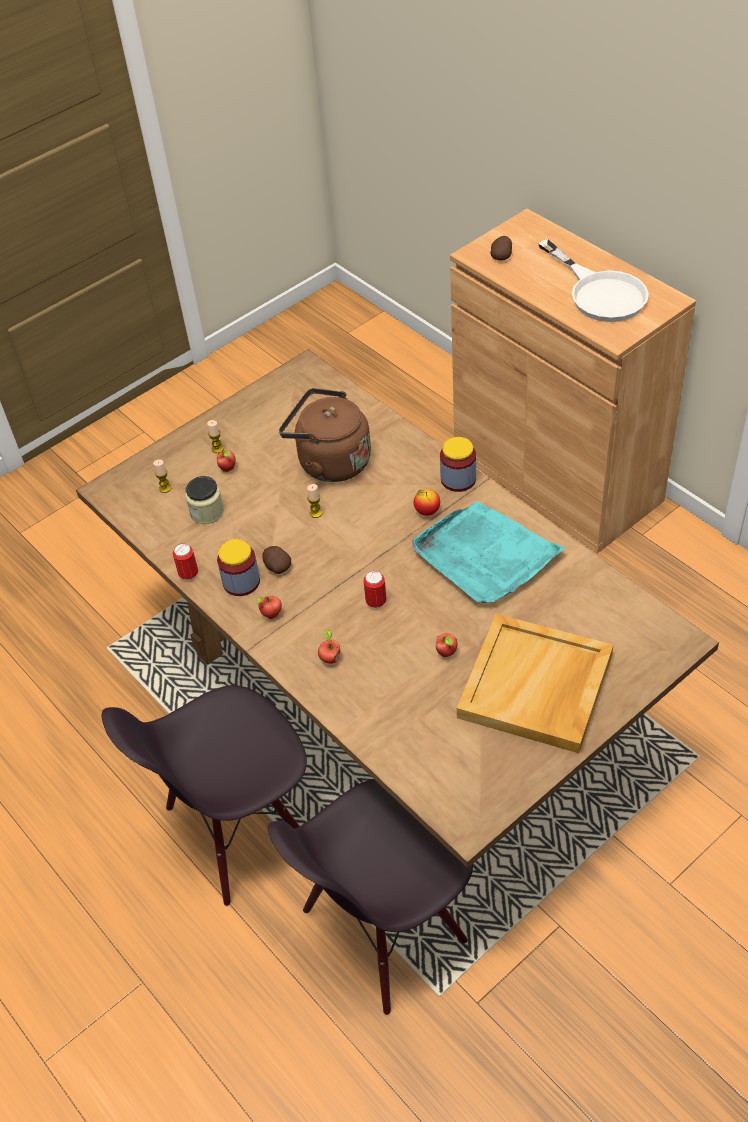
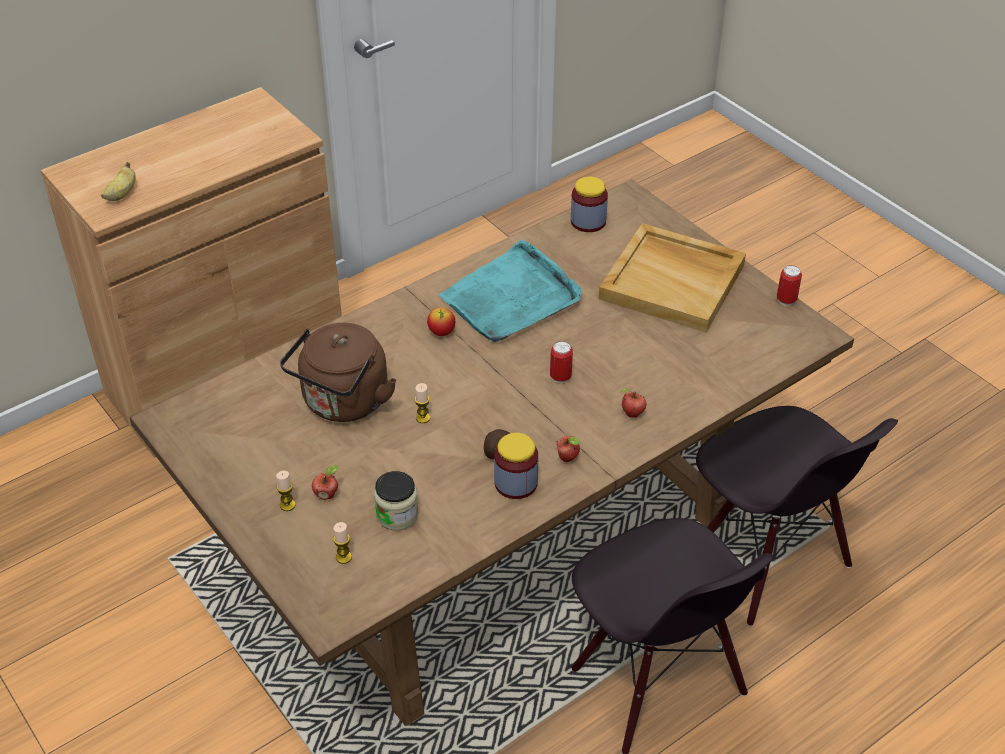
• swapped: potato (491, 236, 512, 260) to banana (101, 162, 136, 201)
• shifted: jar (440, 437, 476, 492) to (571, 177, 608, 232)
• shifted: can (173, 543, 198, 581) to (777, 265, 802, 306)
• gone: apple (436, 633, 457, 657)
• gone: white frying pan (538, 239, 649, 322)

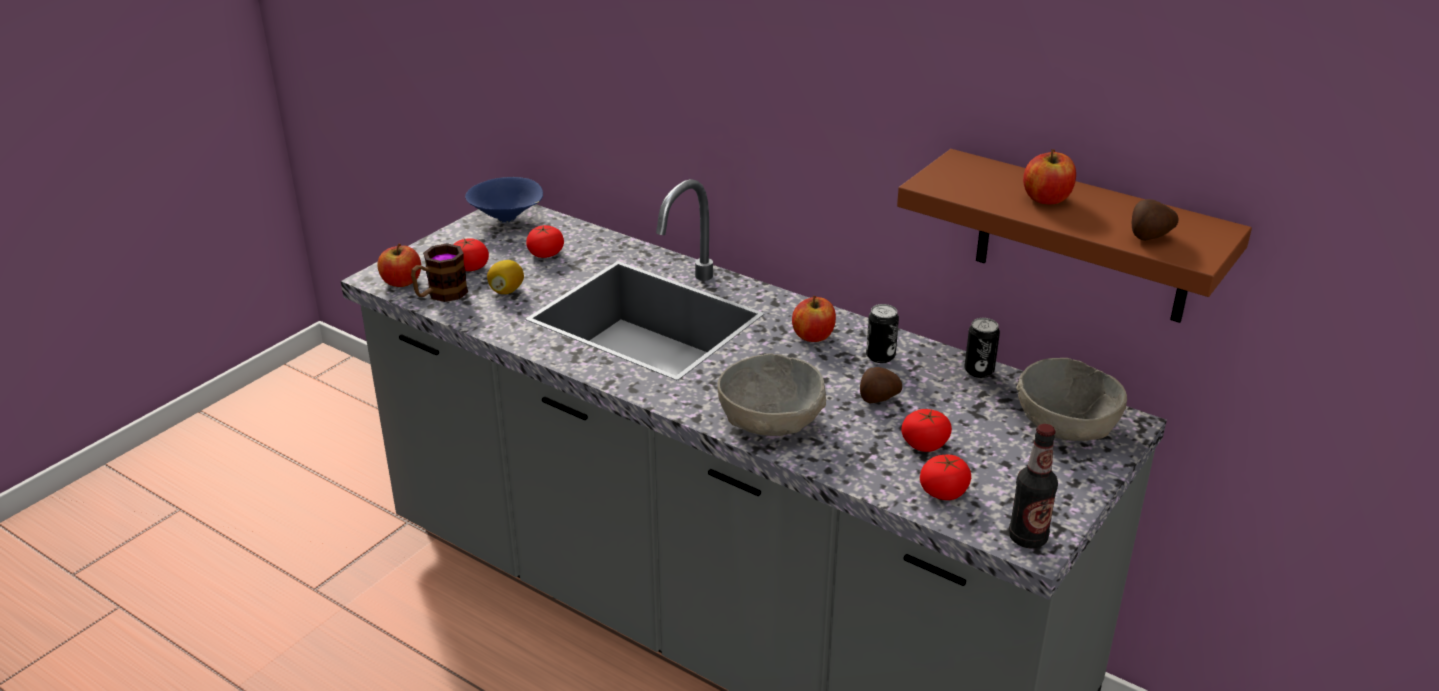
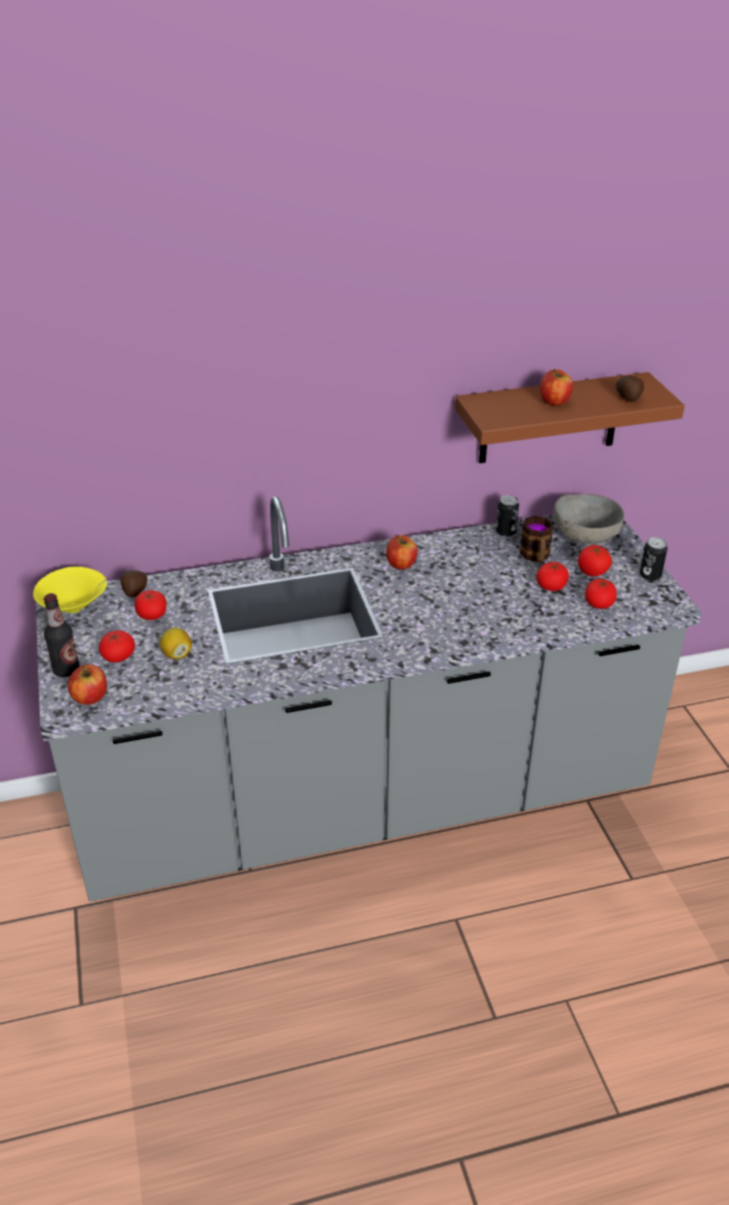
• repainted: blue bowl (465, 177, 543, 223) to yellow bowl (33, 567, 107, 613)
• shifted: bottle (1009, 424, 1058, 548) to (44, 593, 80, 677)
• shifted: potato (860, 367, 902, 403) to (120, 570, 147, 598)
• shifted: mug (411, 243, 468, 302) to (519, 516, 554, 563)
• new: tomato (578, 545, 612, 576)
• shifted: can (866, 304, 899, 363) to (640, 537, 667, 581)
• gone: grey bowl (717, 353, 826, 436)

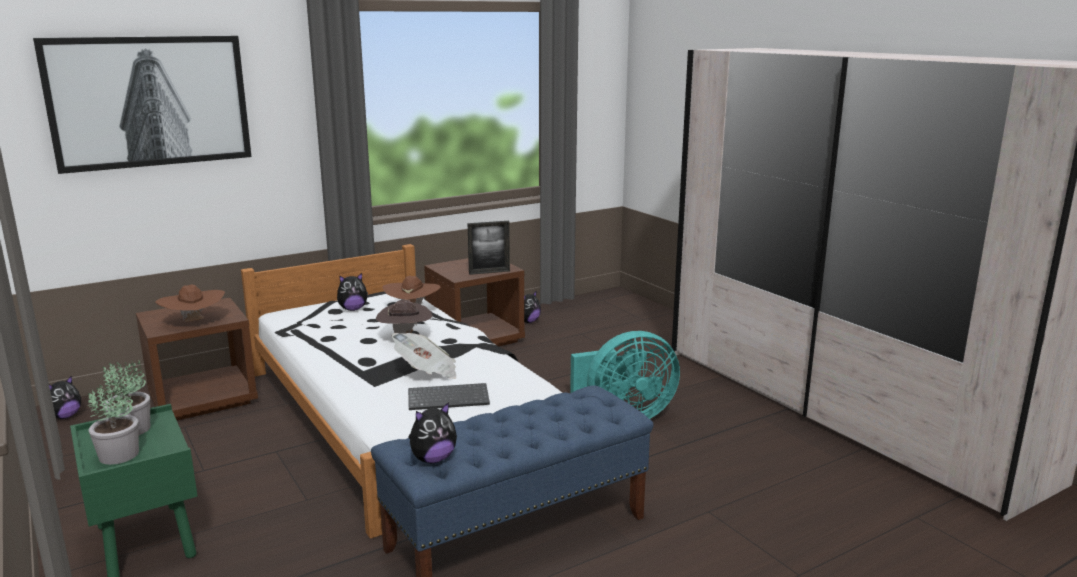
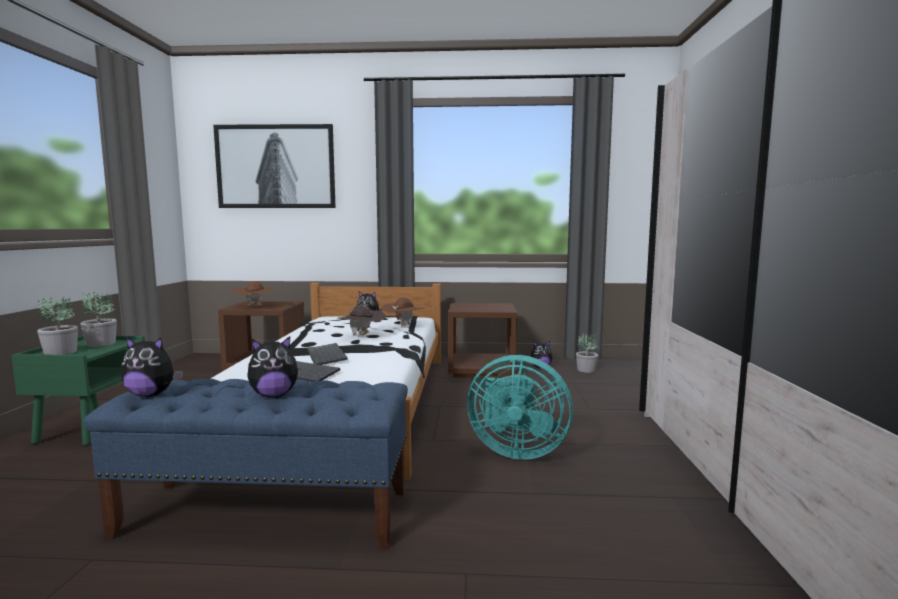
• shifted: plush toy (49, 375, 81, 419) to (247, 336, 301, 397)
• swapped: newspaper (392, 333, 456, 379) to keyboard (307, 343, 348, 365)
• new: potted plant (576, 333, 598, 373)
• gone: picture frame (468, 221, 510, 275)

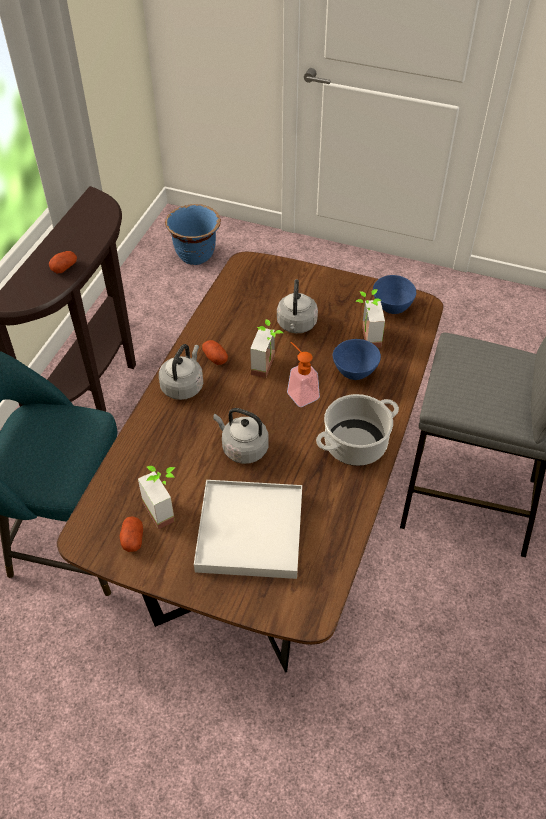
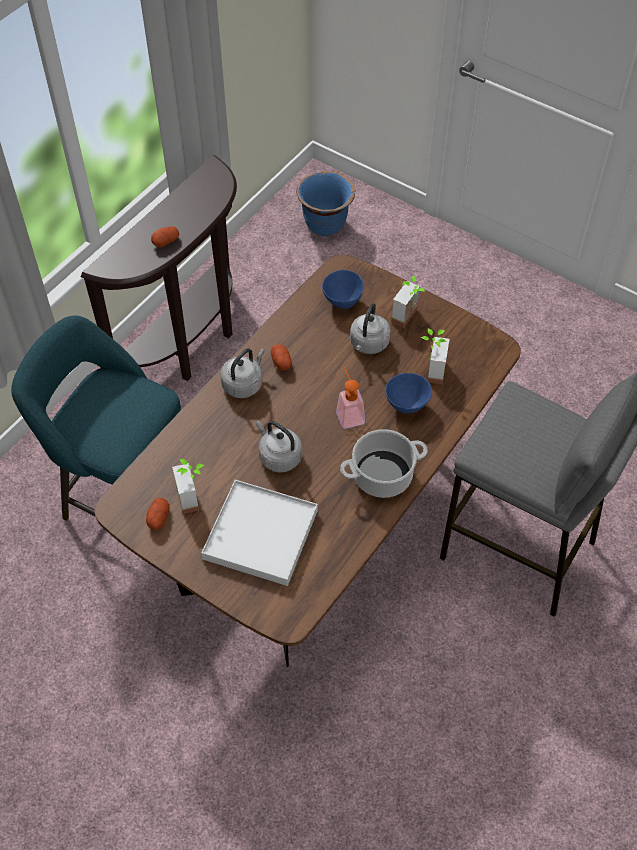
• shifted: blue bowl (373, 275, 416, 314) to (322, 270, 364, 309)
• shifted: potted plant (250, 319, 283, 378) to (391, 276, 425, 328)

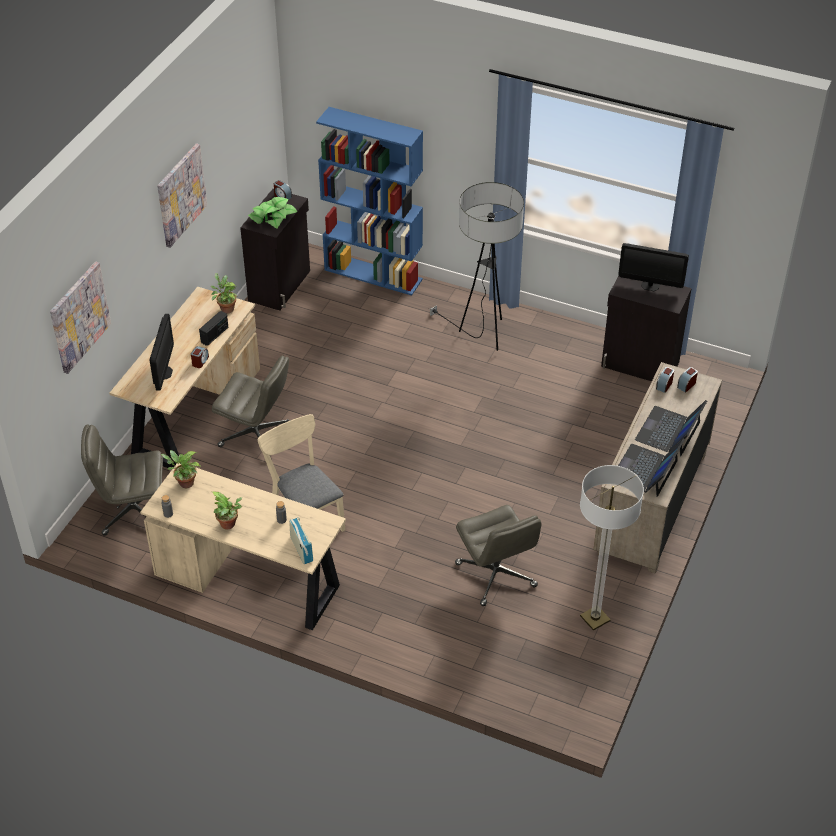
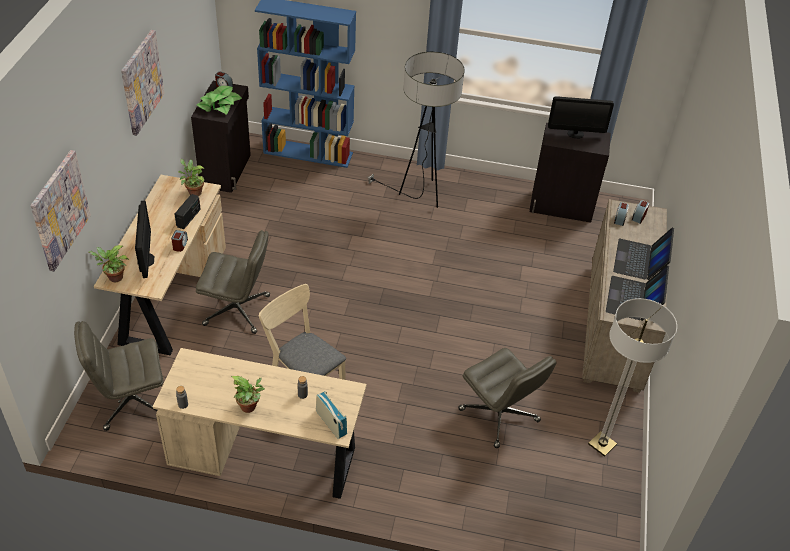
• shifted: potted plant (161, 450, 201, 488) to (89, 245, 129, 282)

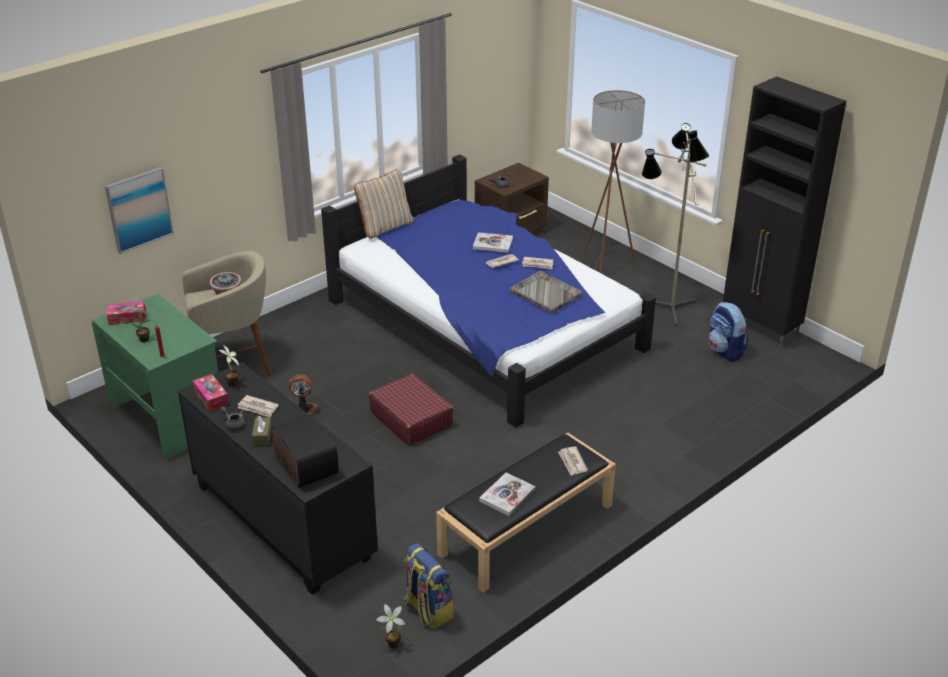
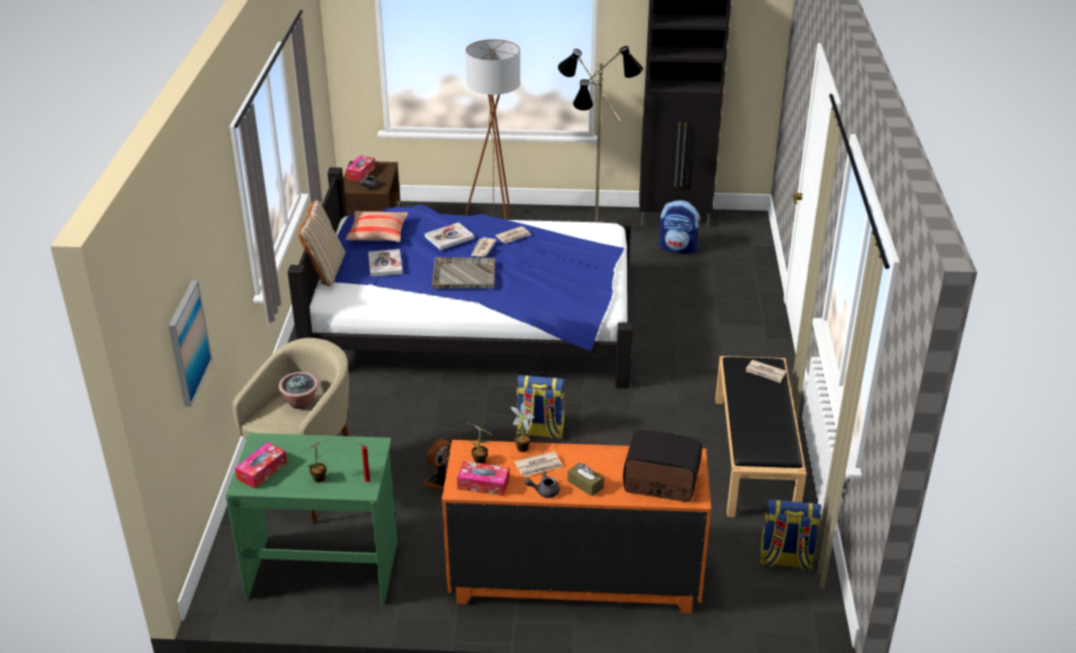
• new: tissue box (346, 155, 376, 181)
• new: pillow (346, 211, 408, 242)
• shifted: book (479, 473, 536, 516) to (368, 249, 403, 277)
• shifted: grey tray (509, 271, 583, 313) to (432, 257, 495, 289)
• repainted: black dresser (178, 362, 378, 595) to orange dresser (442, 440, 711, 613)
• shifted: potted plant (376, 604, 405, 648) to (511, 402, 535, 452)
• swapped: red suitcase (369, 374, 453, 445) to backpack (516, 375, 565, 439)

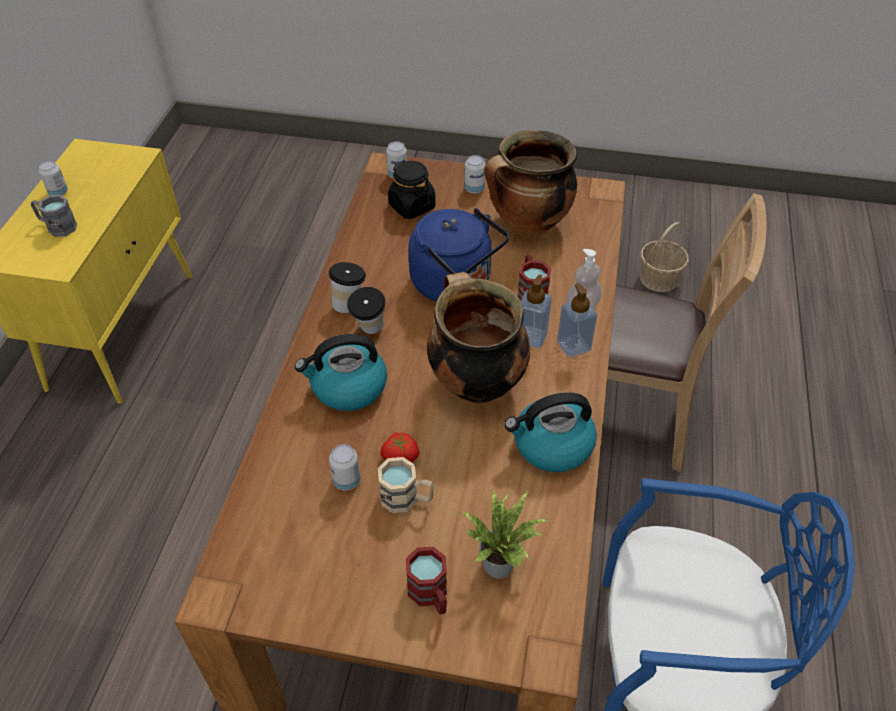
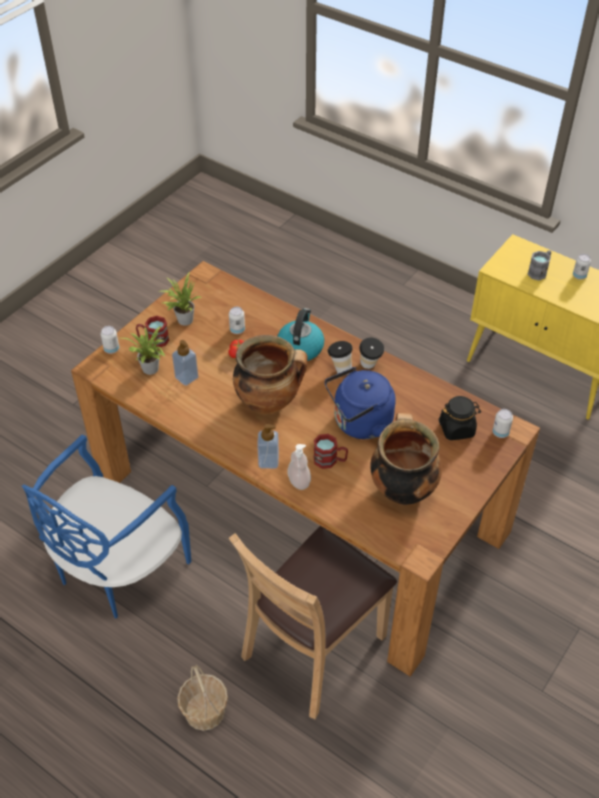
• shifted: can (464, 155, 486, 194) to (101, 326, 119, 354)
• new: potted plant (160, 273, 201, 326)
• shifted: soap dispenser (521, 274, 552, 348) to (172, 340, 198, 386)
• shifted: basket (640, 222, 689, 292) to (177, 665, 228, 731)
• gone: beige mug (378, 457, 434, 513)
• gone: kettle (504, 392, 597, 472)

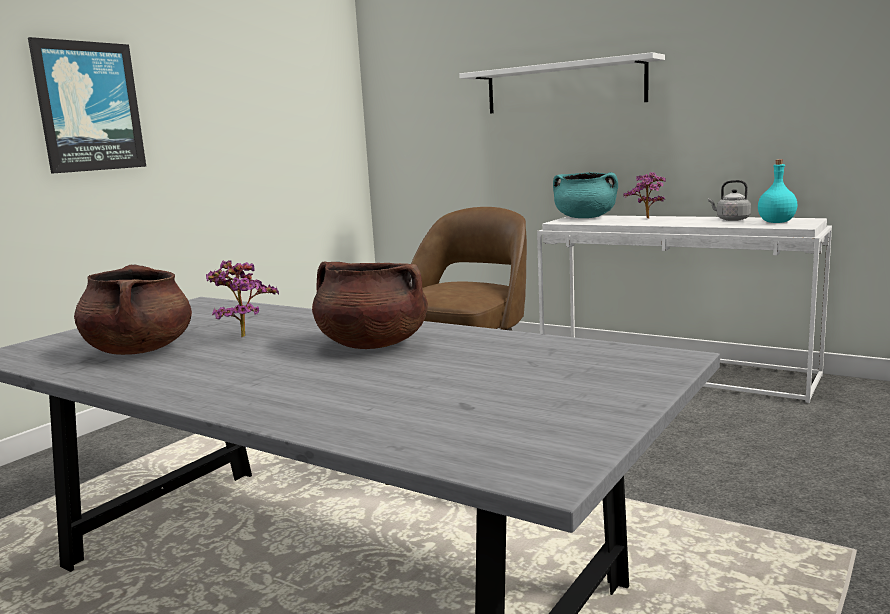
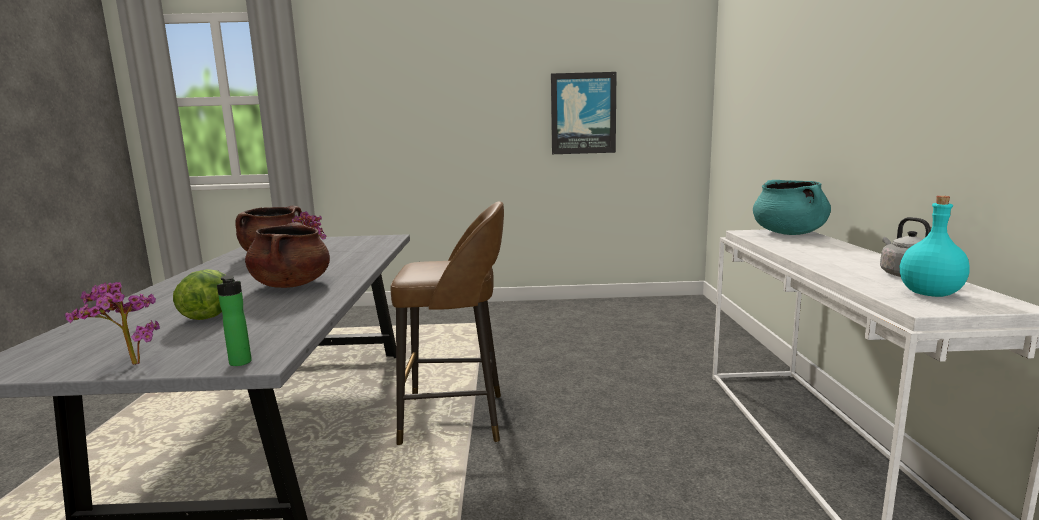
• shifted: potted plant (623, 172, 666, 218) to (65, 282, 160, 365)
• new: lettuce (173, 269, 226, 320)
• new: bottle (217, 275, 252, 366)
• shifted: picture (28, 37, 146, 174) to (551, 72, 617, 154)
• gone: white shelf (459, 52, 665, 114)

